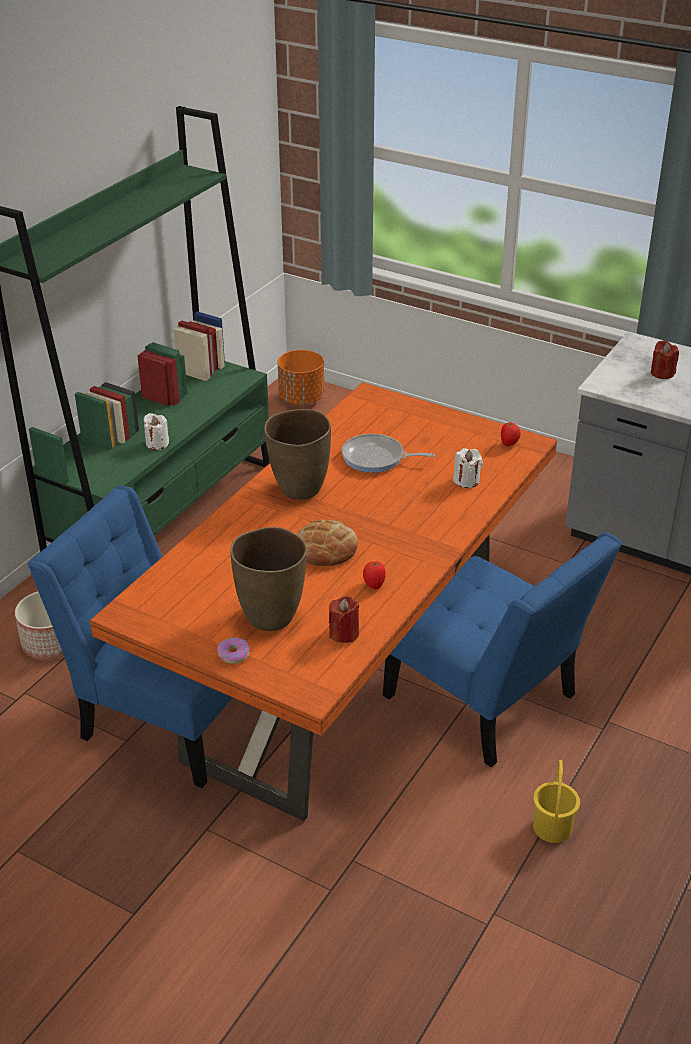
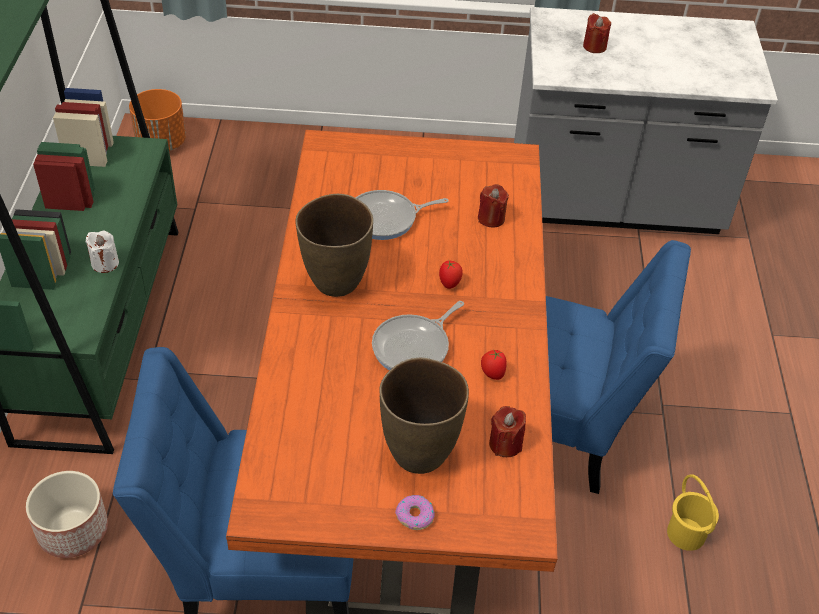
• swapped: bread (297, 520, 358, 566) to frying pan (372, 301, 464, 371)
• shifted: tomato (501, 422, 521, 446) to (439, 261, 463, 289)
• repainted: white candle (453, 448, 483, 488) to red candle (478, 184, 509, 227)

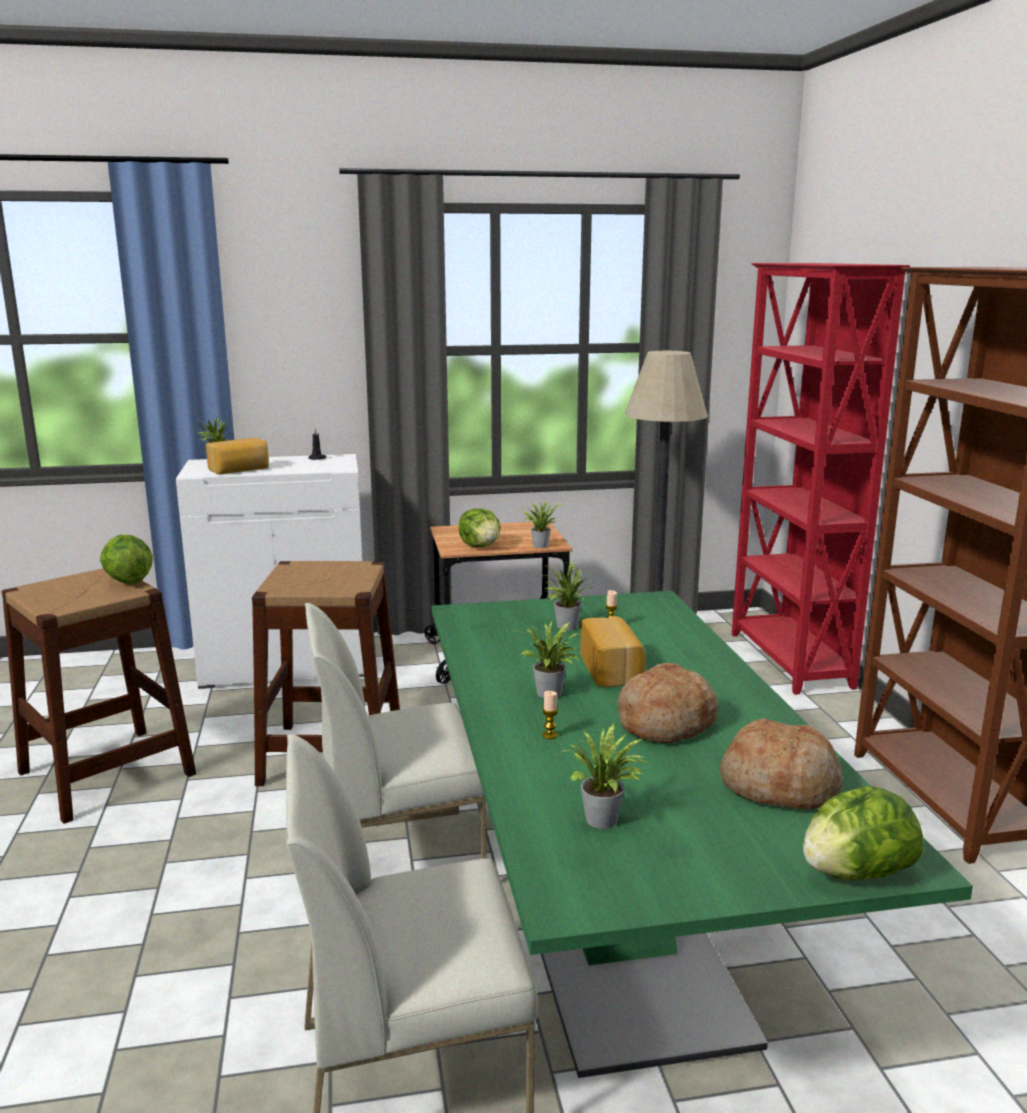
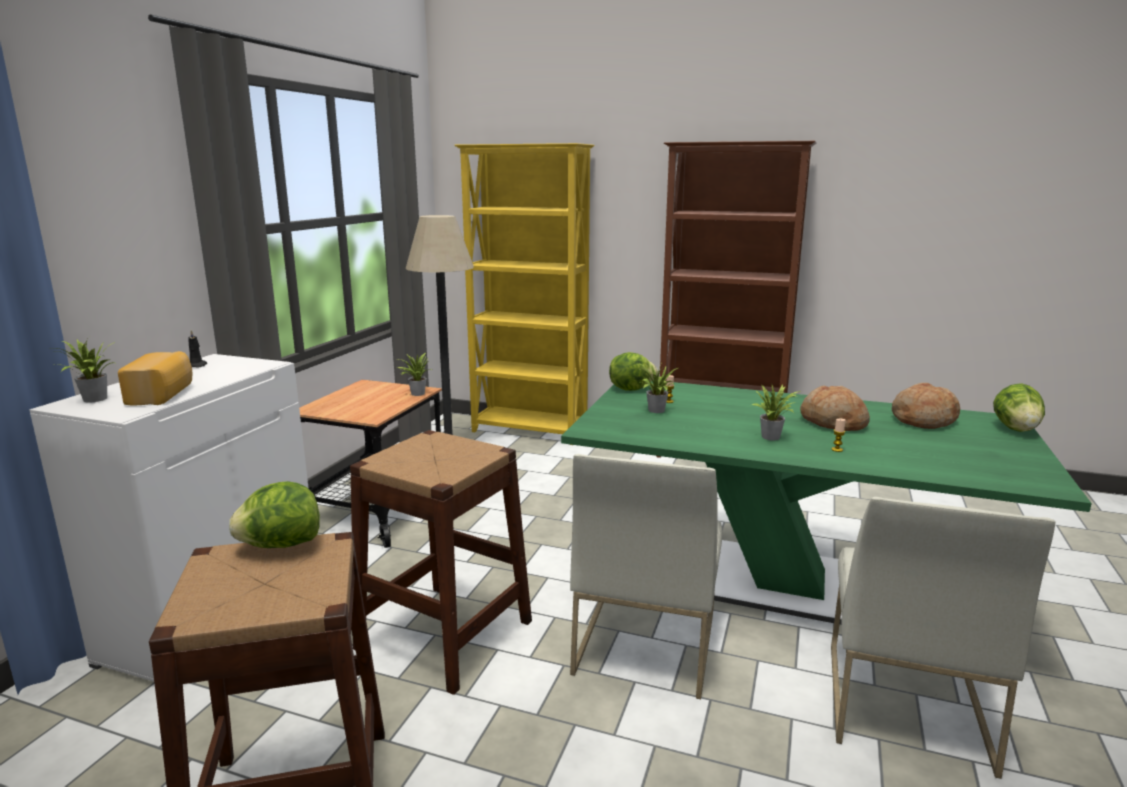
• repainted: red bookcase (732, 263, 910, 695) to yellow bookcase (455, 143, 594, 445)
• shifted: lettuce (459, 509, 501, 547) to (609, 352, 658, 391)
• gone: potted plant (561, 723, 651, 829)
• gone: bread (580, 616, 646, 687)

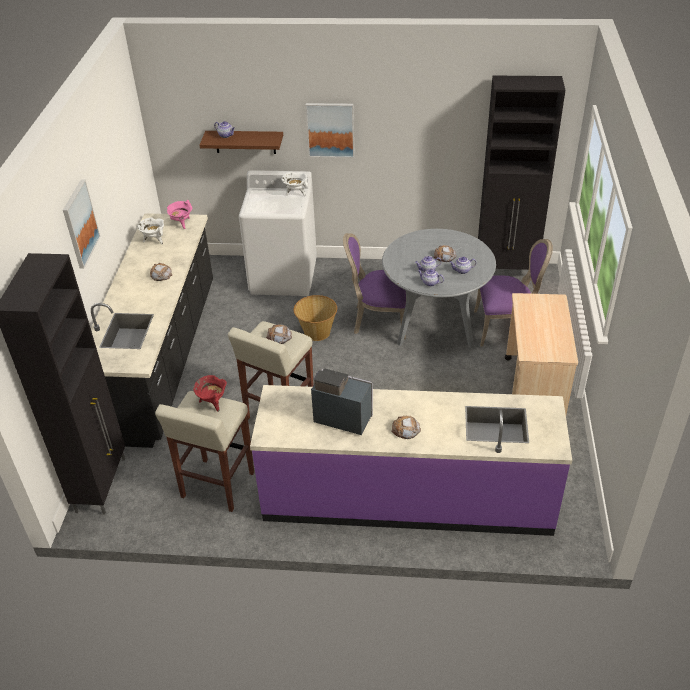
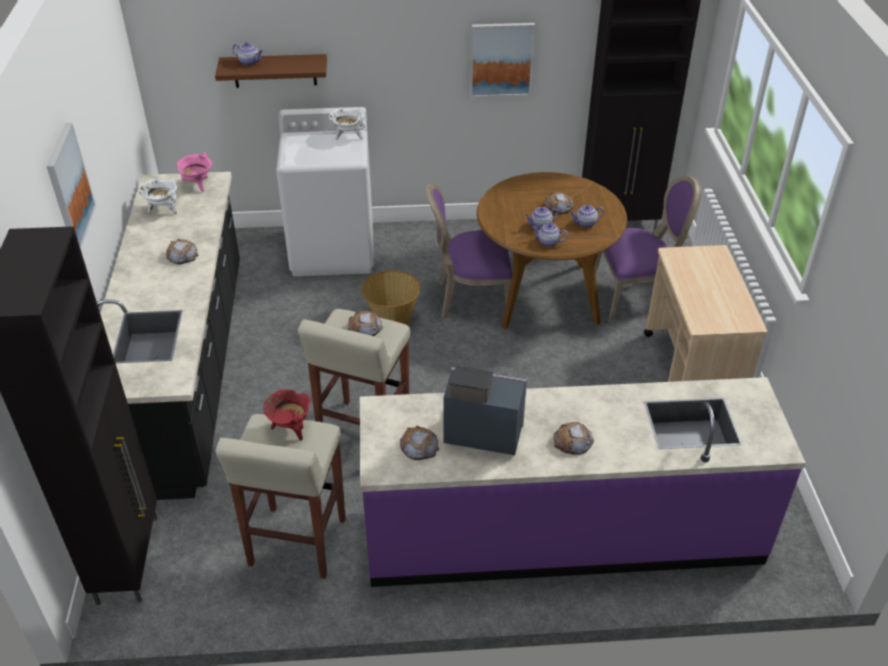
• new: bread (400, 426, 439, 460)
• shifted: picture (306, 103, 355, 158) to (470, 23, 535, 97)
• repainted: grey dining table (382, 229, 496, 348) to brown dining table (477, 172, 627, 329)

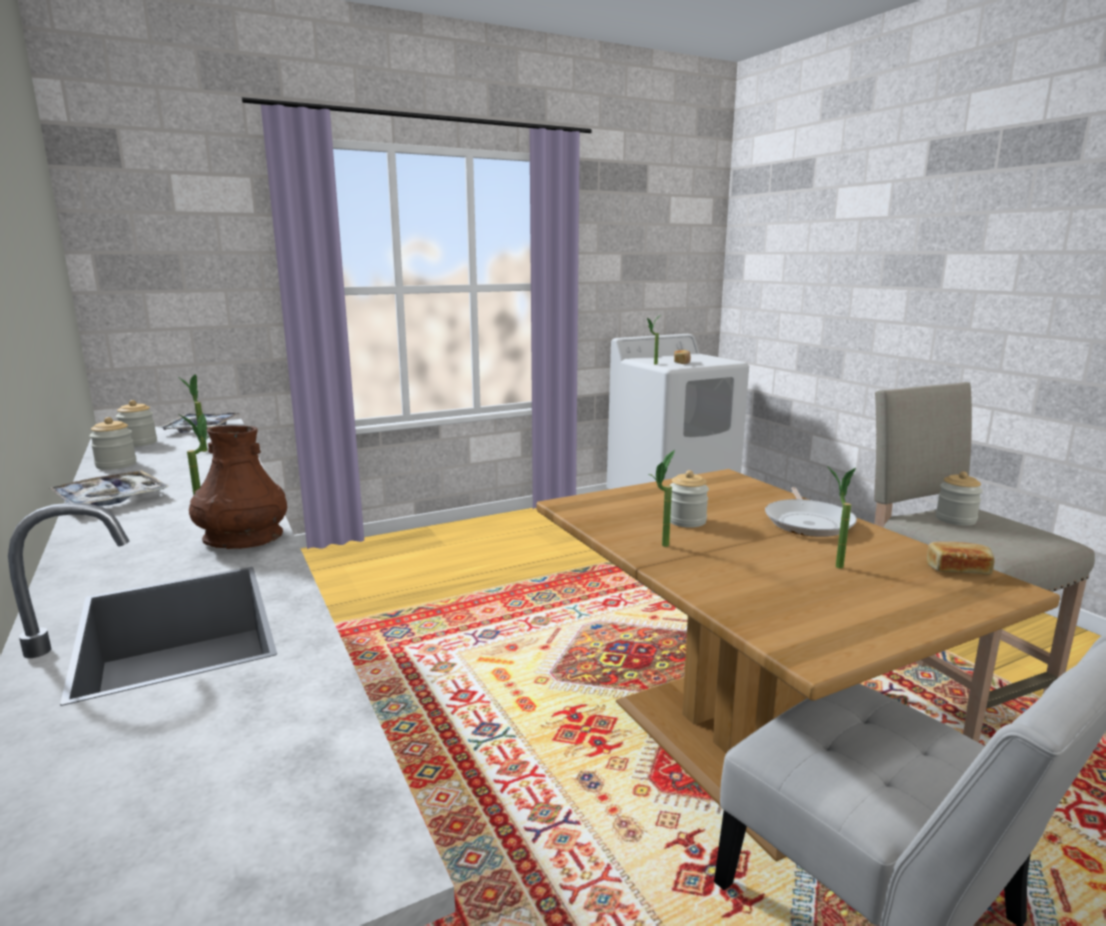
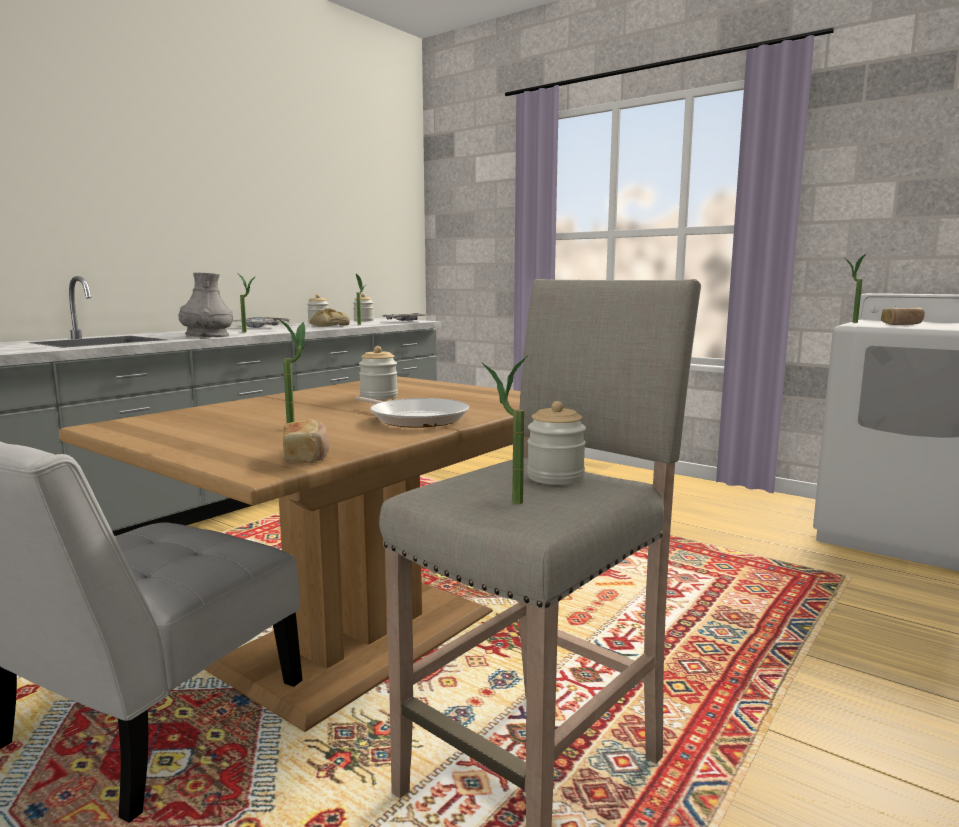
• repainted: brown vase (189, 426, 287, 549) to grey vase (179, 272, 233, 337)
• new: bread (310, 308, 350, 327)
• rotated: frying pan (765, 487, 857, 537) = (355, 396, 469, 428) 120 degrees counterclockwise
• shifted: potted plant (649, 450, 675, 547) to (482, 355, 528, 504)

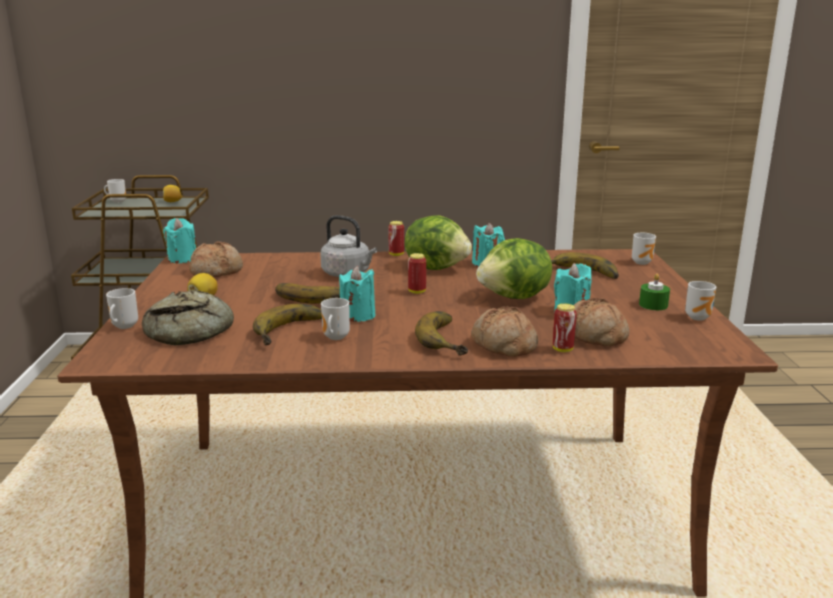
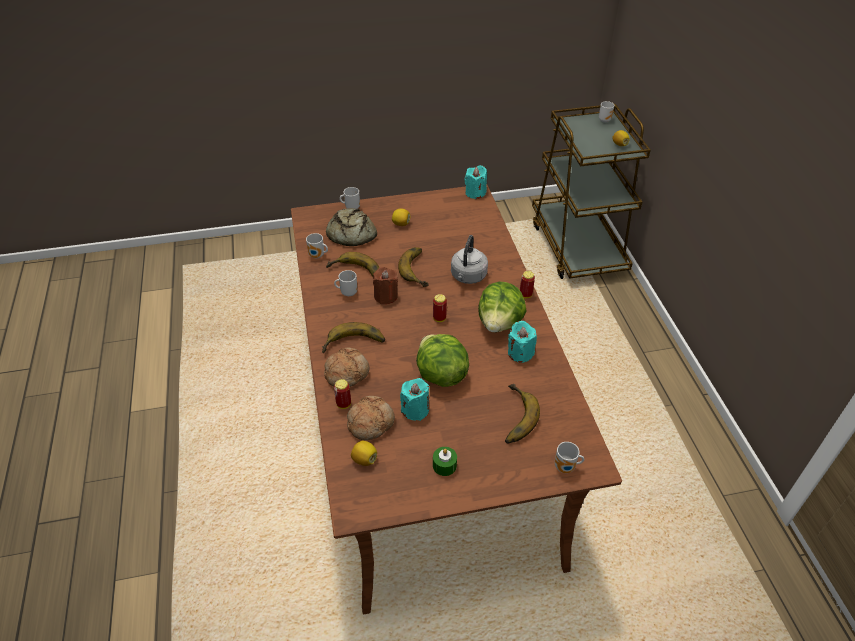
• shifted: mug (685, 281, 716, 321) to (306, 233, 328, 258)
• new: lemon (351, 441, 377, 466)
• repainted: turquoise candle (339, 266, 375, 322) to brown candle (373, 267, 398, 304)
• gone: bread (189, 241, 243, 277)

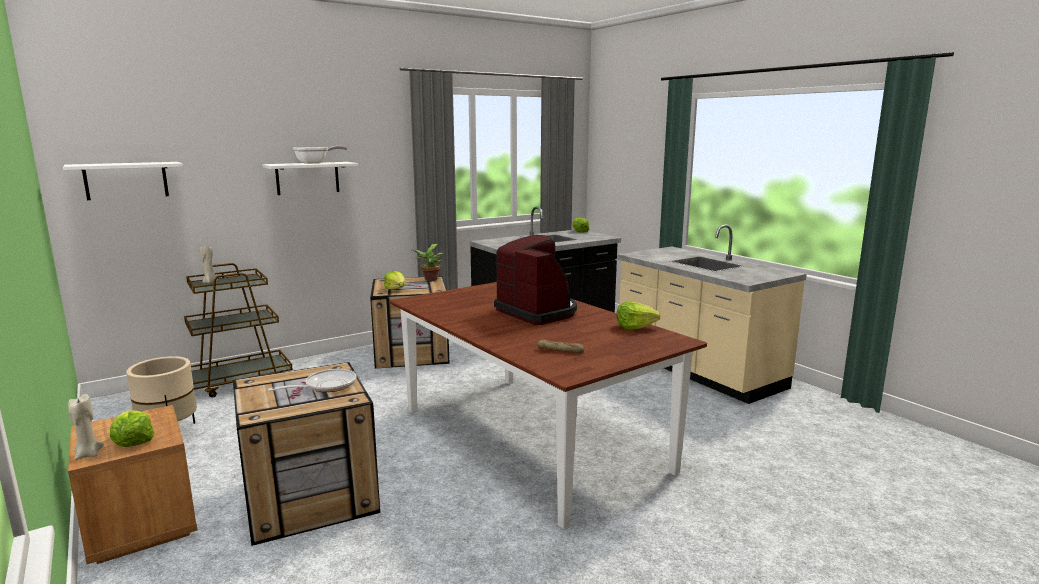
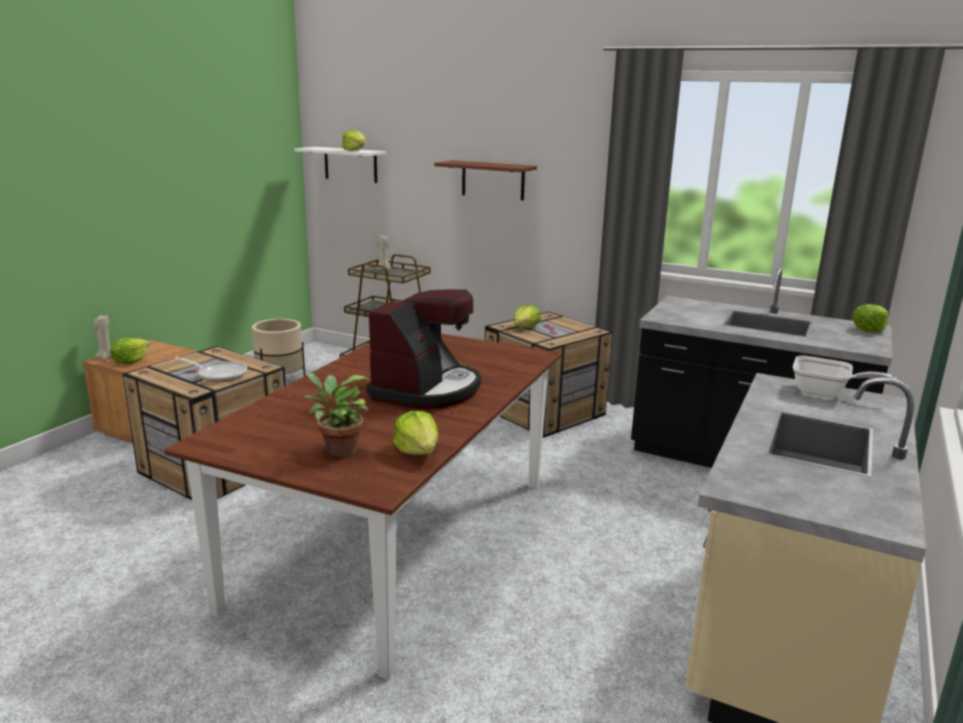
• shifted: potted plant (411, 244, 444, 281) to (304, 373, 369, 457)
• new: lettuce (342, 130, 366, 151)
• repainted: white shelf (262, 162, 359, 195) to brown shelf (434, 160, 537, 201)
• shifted: frying pan (293, 146, 347, 164) to (793, 356, 897, 398)
• gone: bread (537, 340, 584, 353)

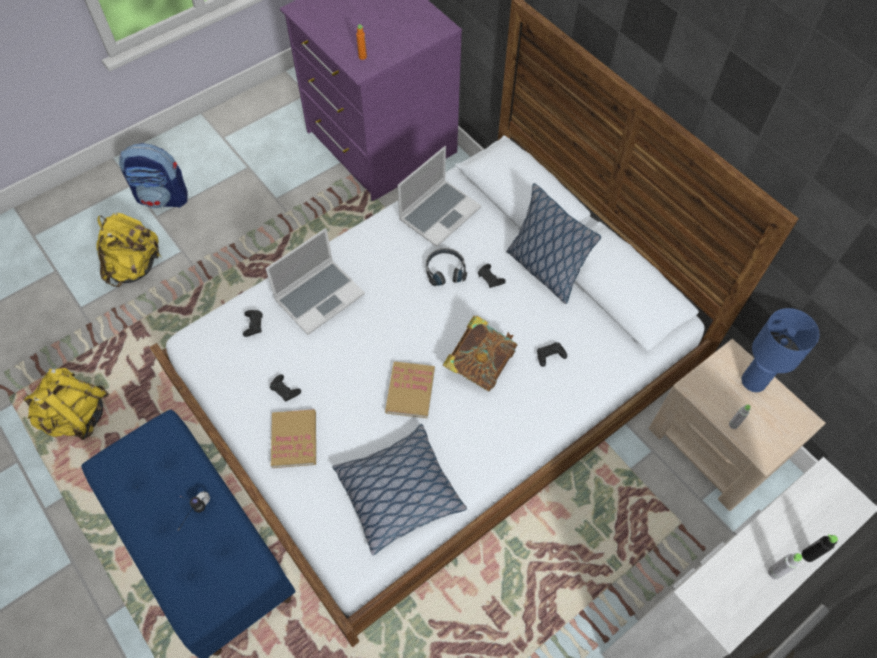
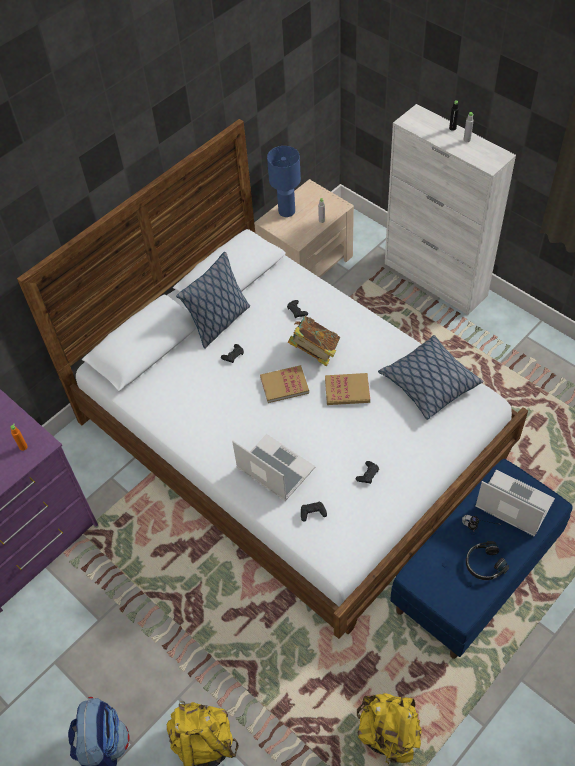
• shifted: book (271, 409, 316, 468) to (260, 365, 309, 403)
• shifted: black headphones (426, 248, 467, 286) to (466, 541, 509, 580)
• shifted: laptop (398, 146, 481, 247) to (475, 469, 555, 537)

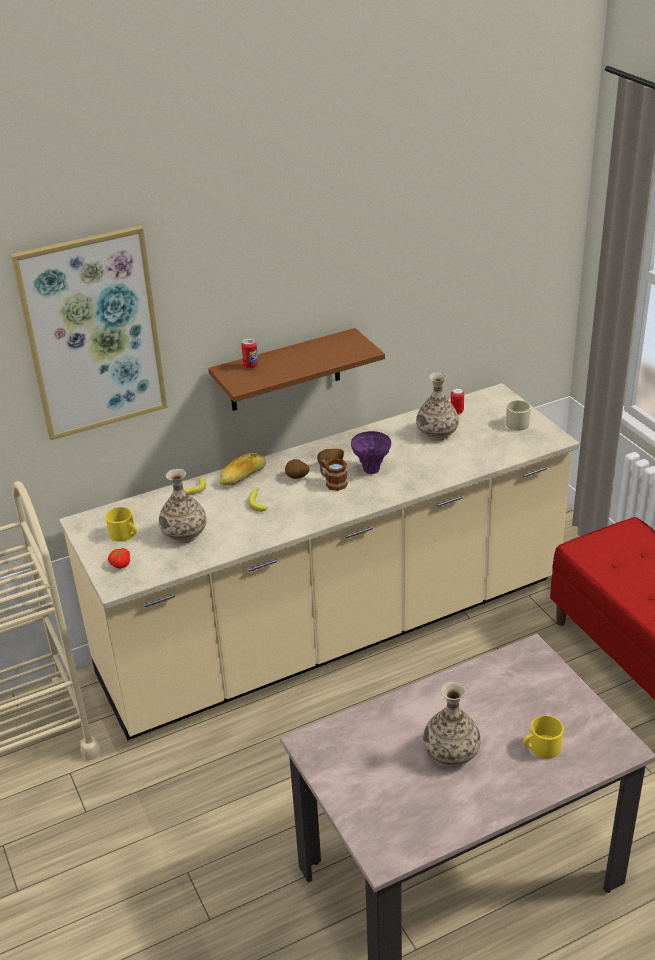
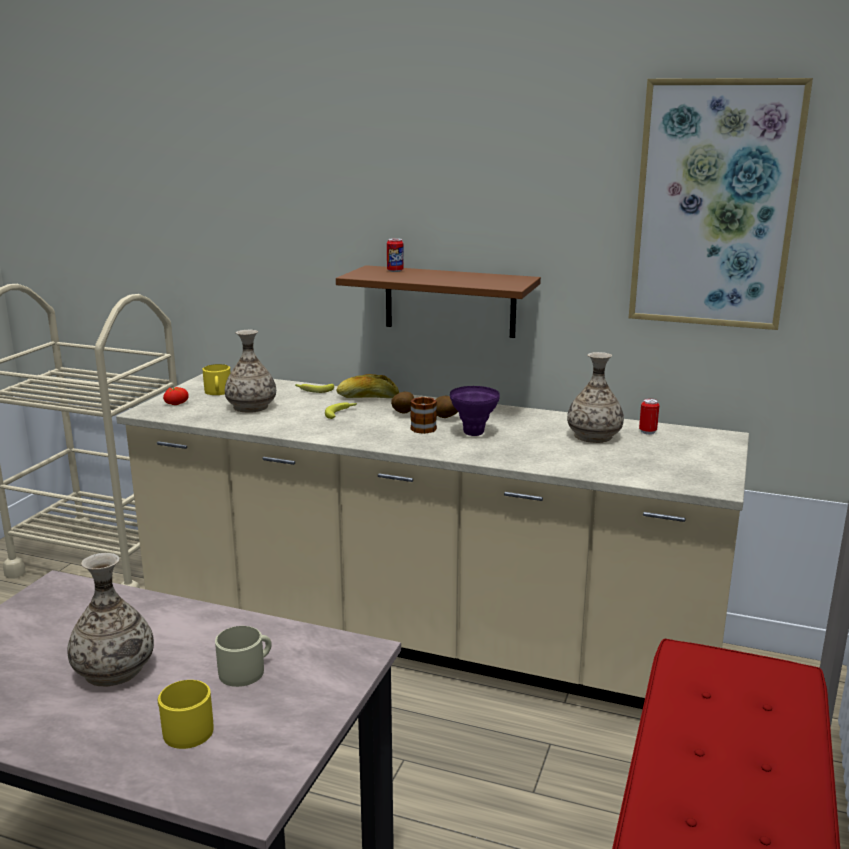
• shifted: beige mug (506, 401, 531, 431) to (215, 626, 272, 687)
• shifted: picture (11, 225, 168, 440) to (629, 78, 813, 330)

